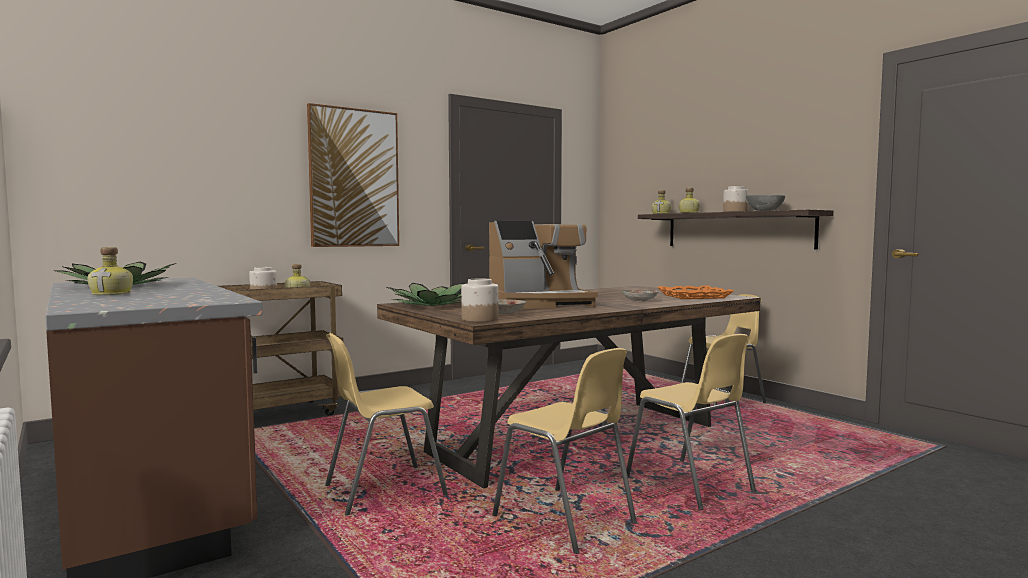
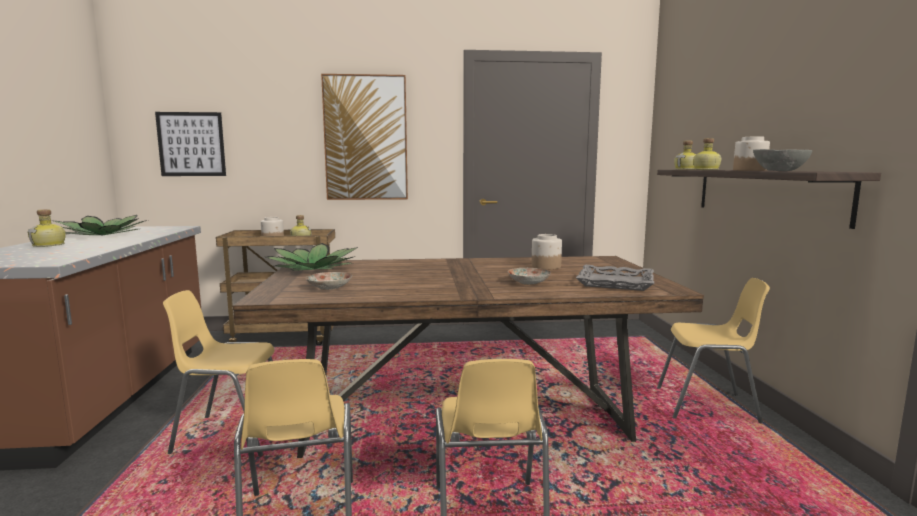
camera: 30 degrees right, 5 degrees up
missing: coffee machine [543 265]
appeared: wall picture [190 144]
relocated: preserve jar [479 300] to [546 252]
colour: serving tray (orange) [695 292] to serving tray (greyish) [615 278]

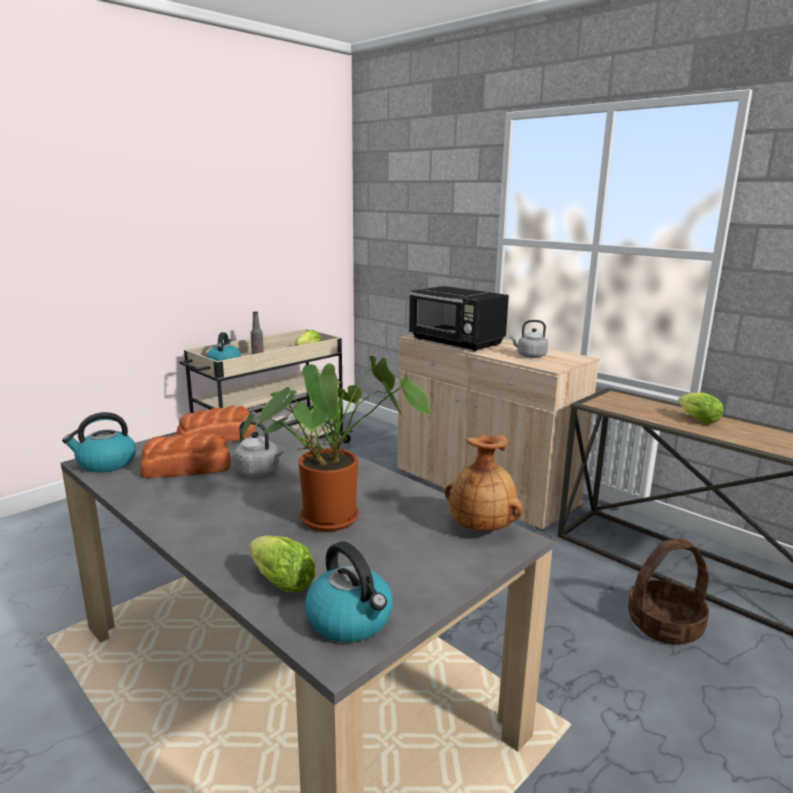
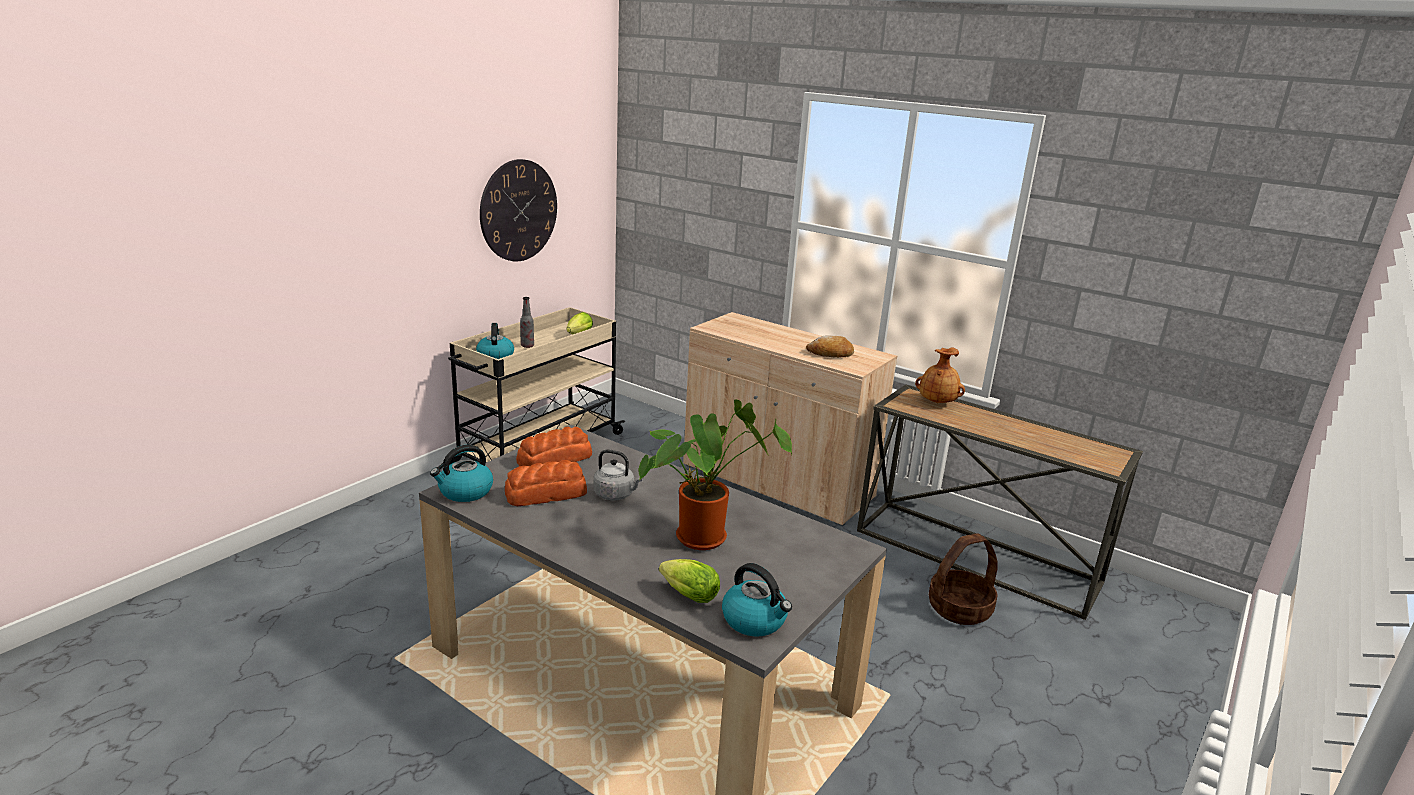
camera: 10 degrees left, 5 degrees up
missing: microwave (blackish) [459 318]; lettuce head [700 408]
appeared: hanging clock [518 210]
relocated: flower vase (brown-coloured) [484 483] to [940 375]
exchanged: water kettle (greyish) [529 339] to bakery bread [830 346]

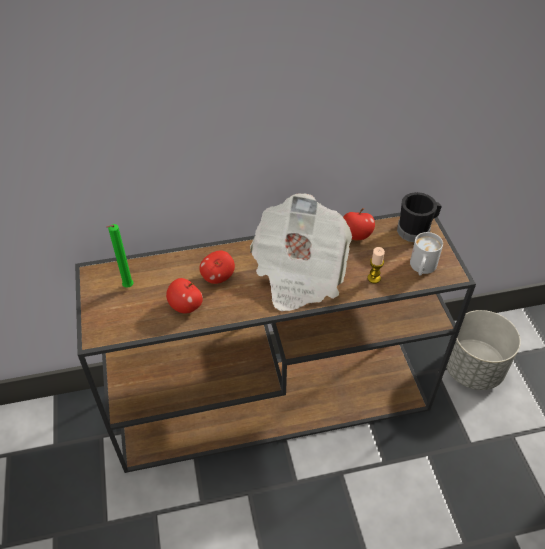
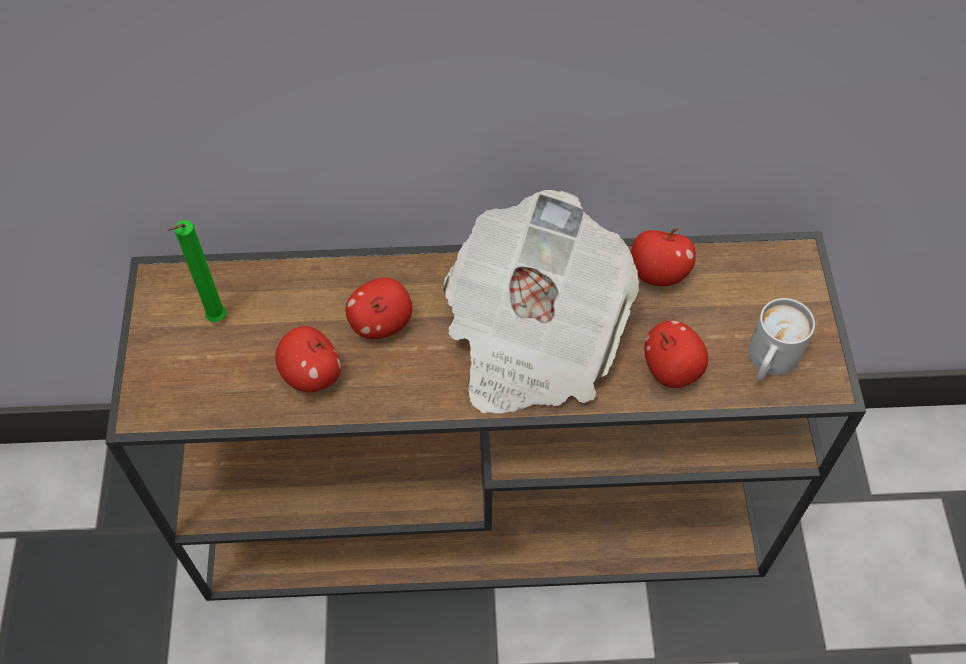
camera: 10 degrees right, 10 degrees up
missing: coffee mug (blackish) [419 217]; planter (greyish) [483 350]
exchanged: wax candle [376 265] to apple fruit [676 354]

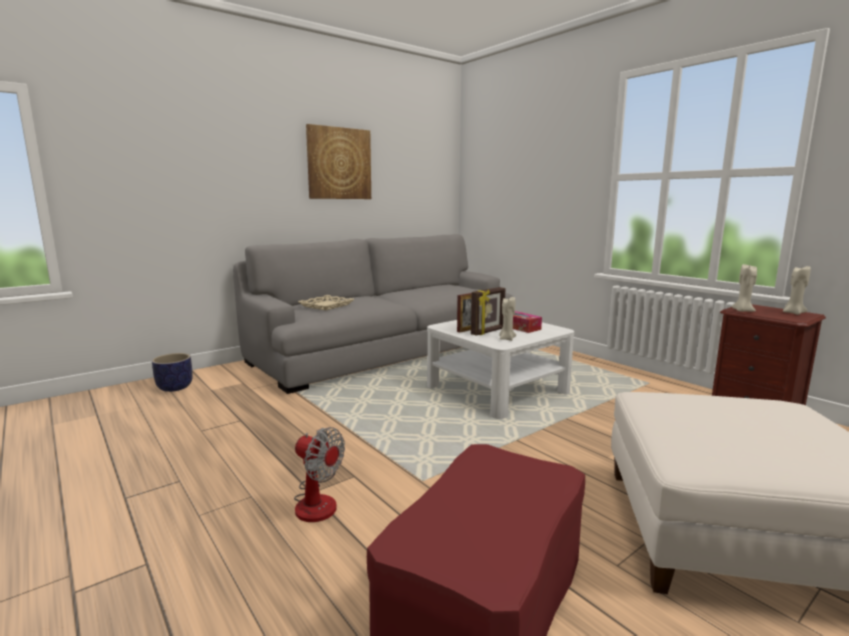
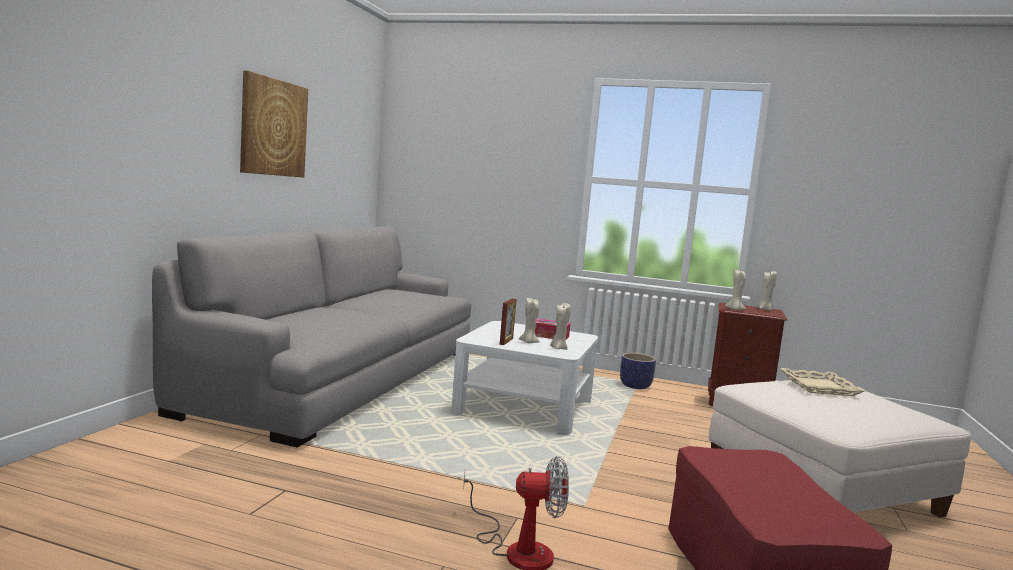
camera: 35 degrees left, 5 degrees down
relocated: serving tray (sand-coloured) [326 302] to [823 382]; planter [172 372] to [638 371]
exchanged: standing frame [488 311] to wax candle (sand-coloured) [529 321]

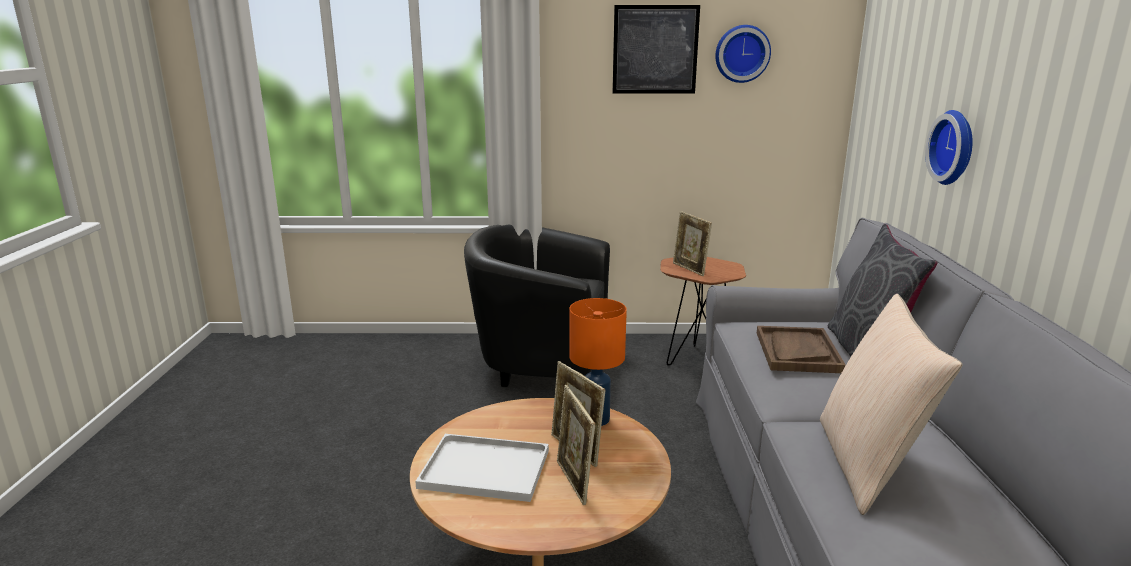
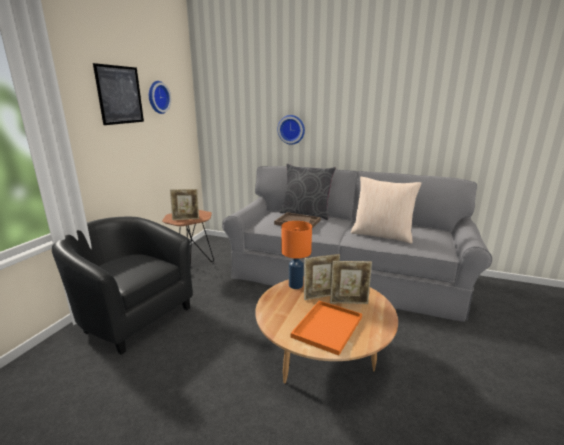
camera: 70 degrees left, 0 degrees up
colour: serving tray (white) [482 468] to serving tray (orange) [326 328]
spun: armchair (blackish) [537 306] = [122 286] 90 degrees clockwise

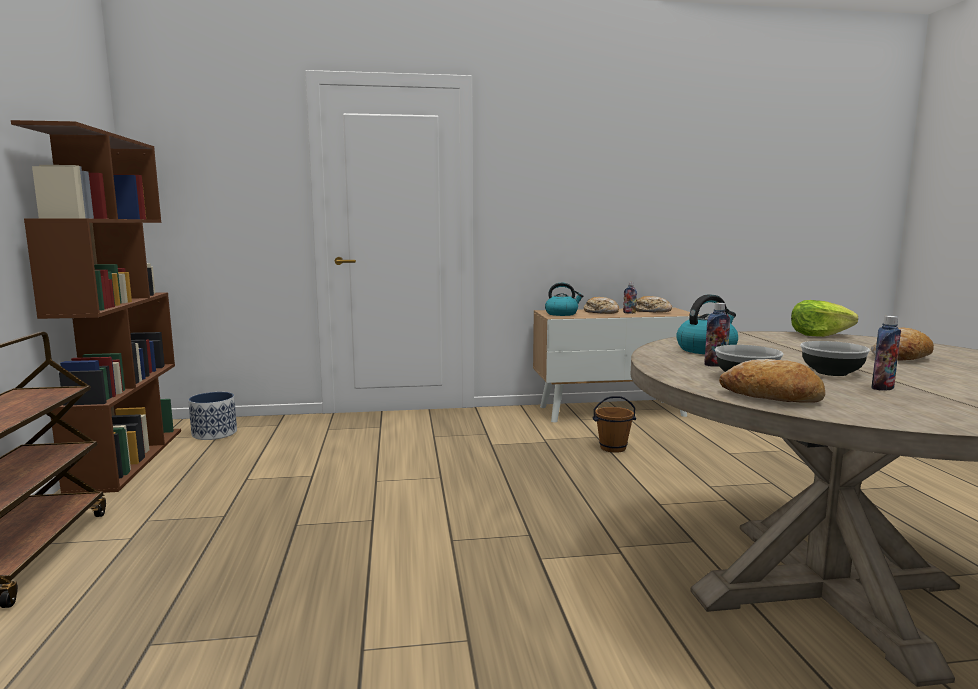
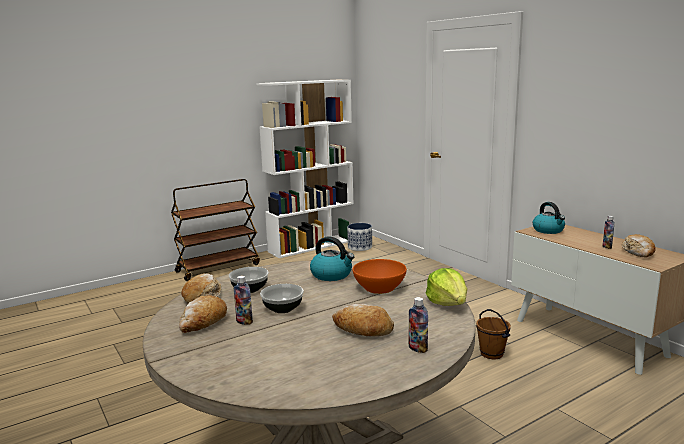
camera: 65 degrees right, 5 degrees up
appeared: bowl (orange) [379 276]
relocated: bakery bread [601 305] to [203 314]; bottle [717 335] to [418 325]
colour: bookcase (brown-coloured) [96 307] to bookcase (white) [305 169]

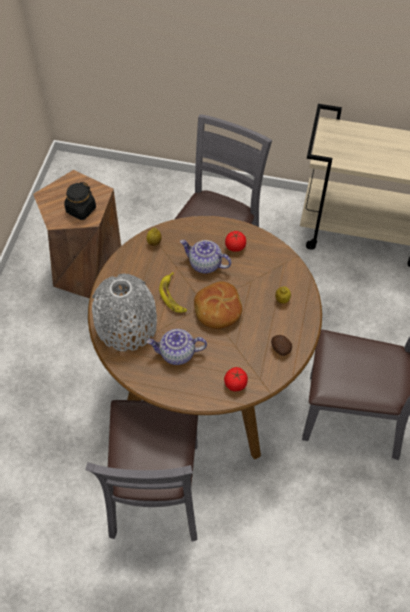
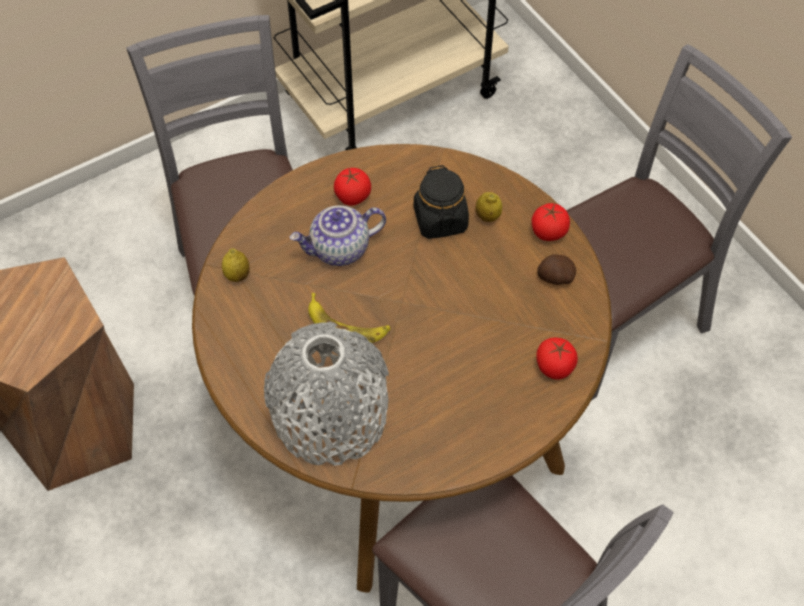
camera: 45 degrees left, 0 degrees up
missing: bakery bread [218 305]; pot for tea [177 347]
appeared: whole tomato [551 222]
relocated: preserve jar (blackish) [80 201] to [441 202]

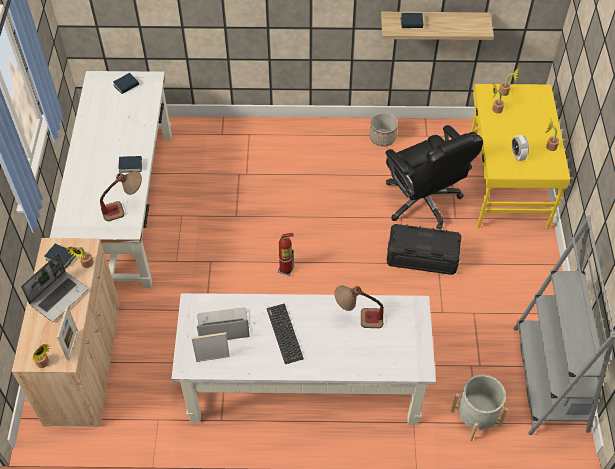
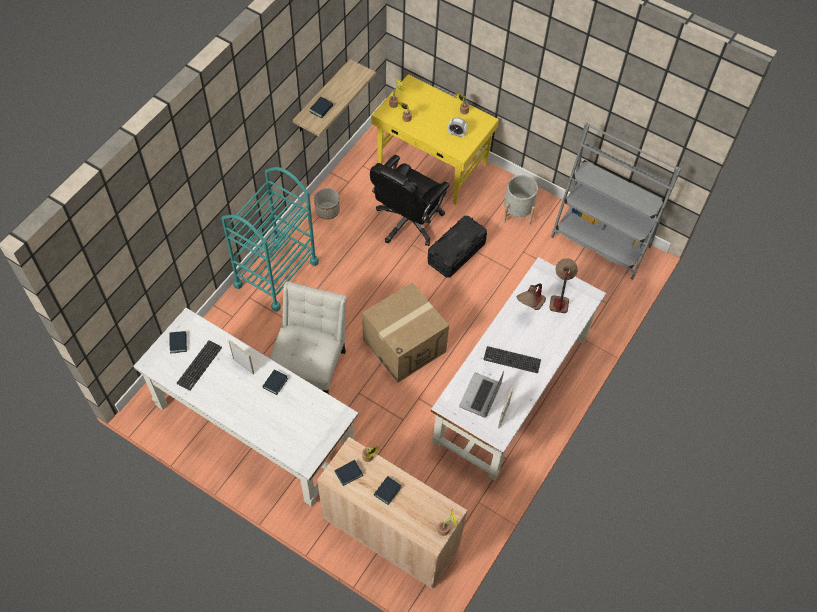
camera: 60 degrees left, 5 degrees up
appeared: trolley (turquoise) [270 239]; plain chair (white) [308 337]; keyboard [199 365]
relocated: table lamp [121 196] to [563 285]; standing frame [67 333] to [241 356]; planter (greyish) [479 408] to [520 200]
exchanged: fire-fighting cylinder [285 254] to carton [405 332]; portable computer [54 288] to volume [388 490]
spun: desk chair (blackish) [434 177] = [409 200] 120 degrees clockwise

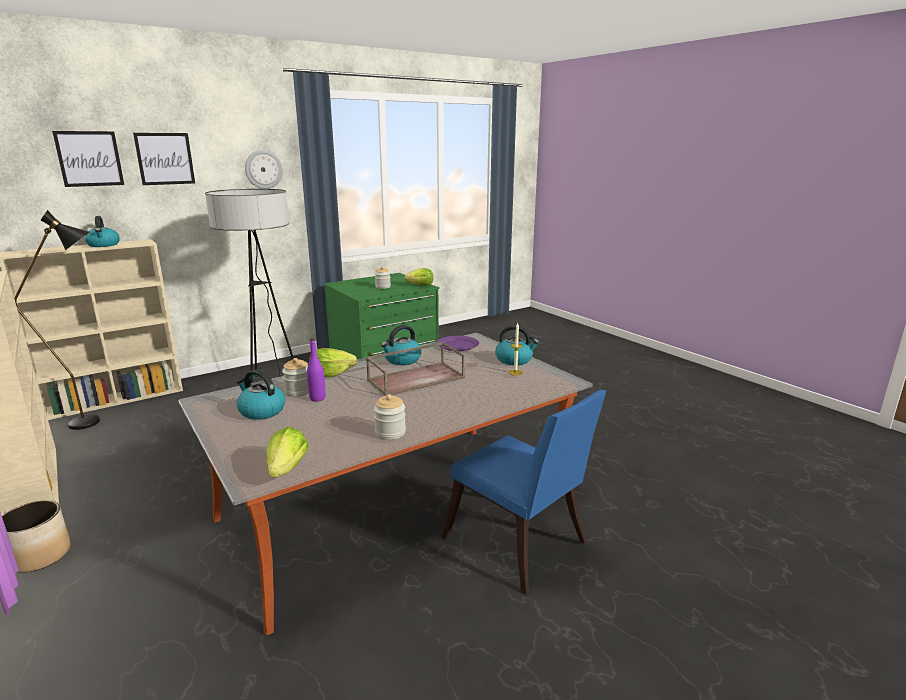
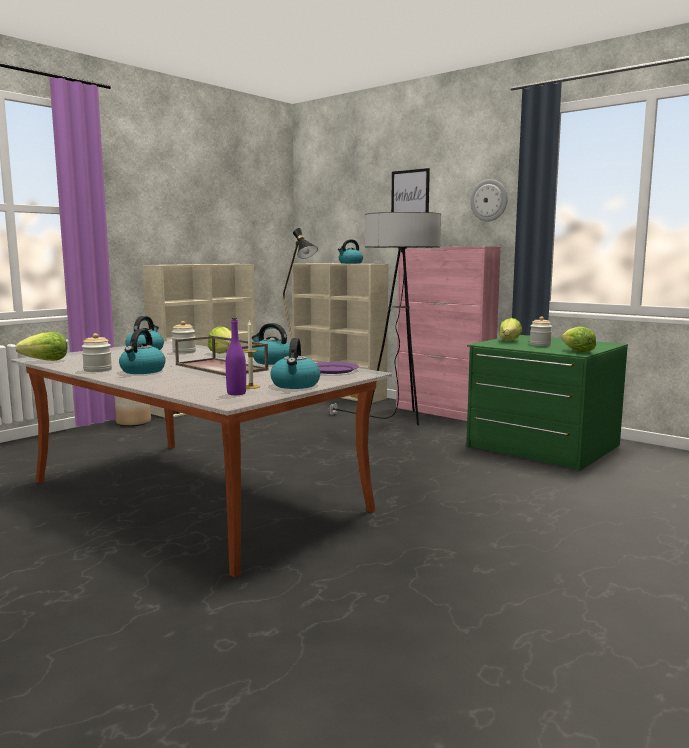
camera: 75 degrees right, 10 degrees down
missing: wall picture [88 159]; plain chair (bluish) [524 492]
appeared: cupboard (pink) [448 333]; lettuce head [510 329]; water kettle [142 351]
relocated: bottle (purple) [316 369] to [236 356]

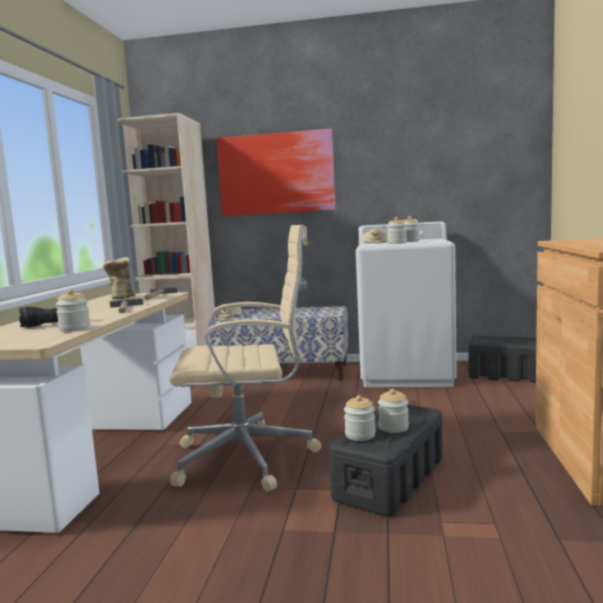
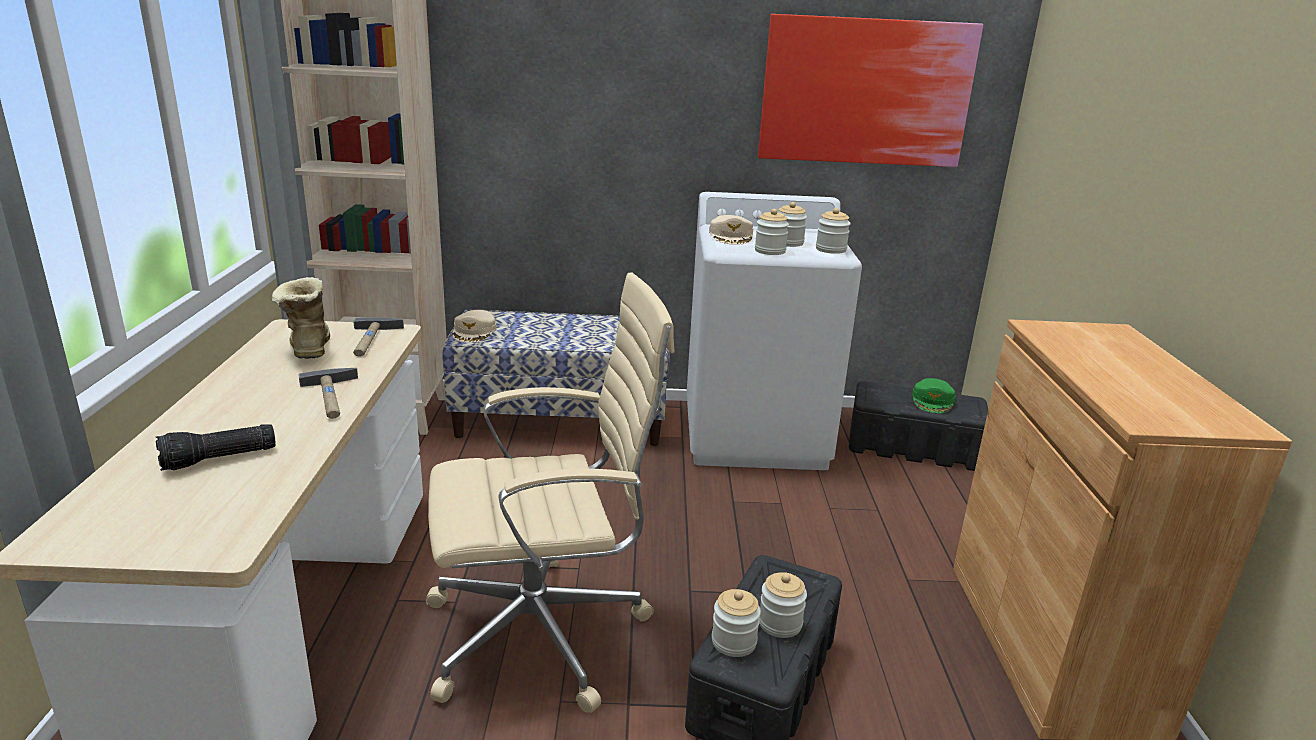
camera: 10 degrees left, 15 degrees up
appeared: peaked cap (greenish) [934 395]
relocated: wall picture [276 172] to [870 90]; preserve jar [73 310] to [833 231]

